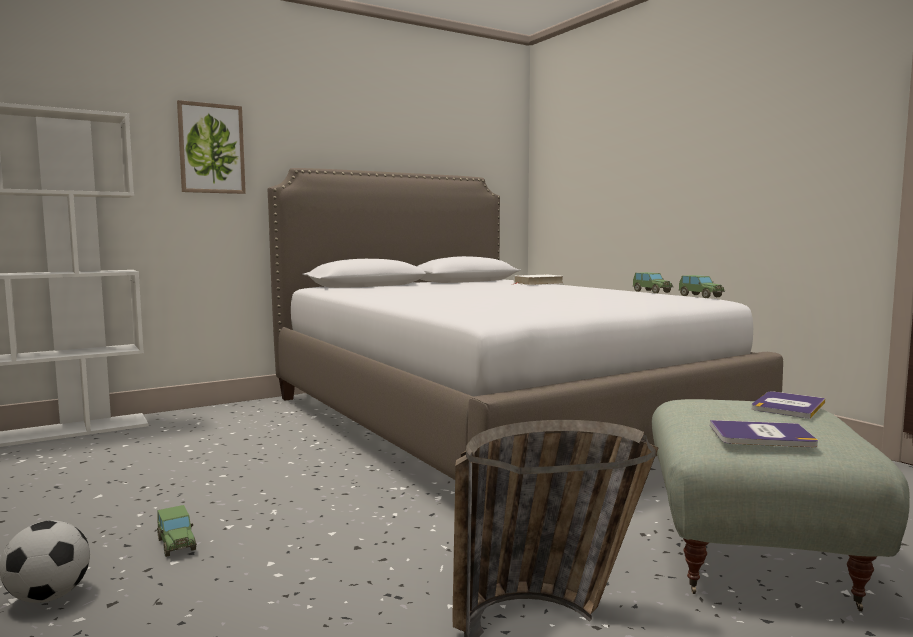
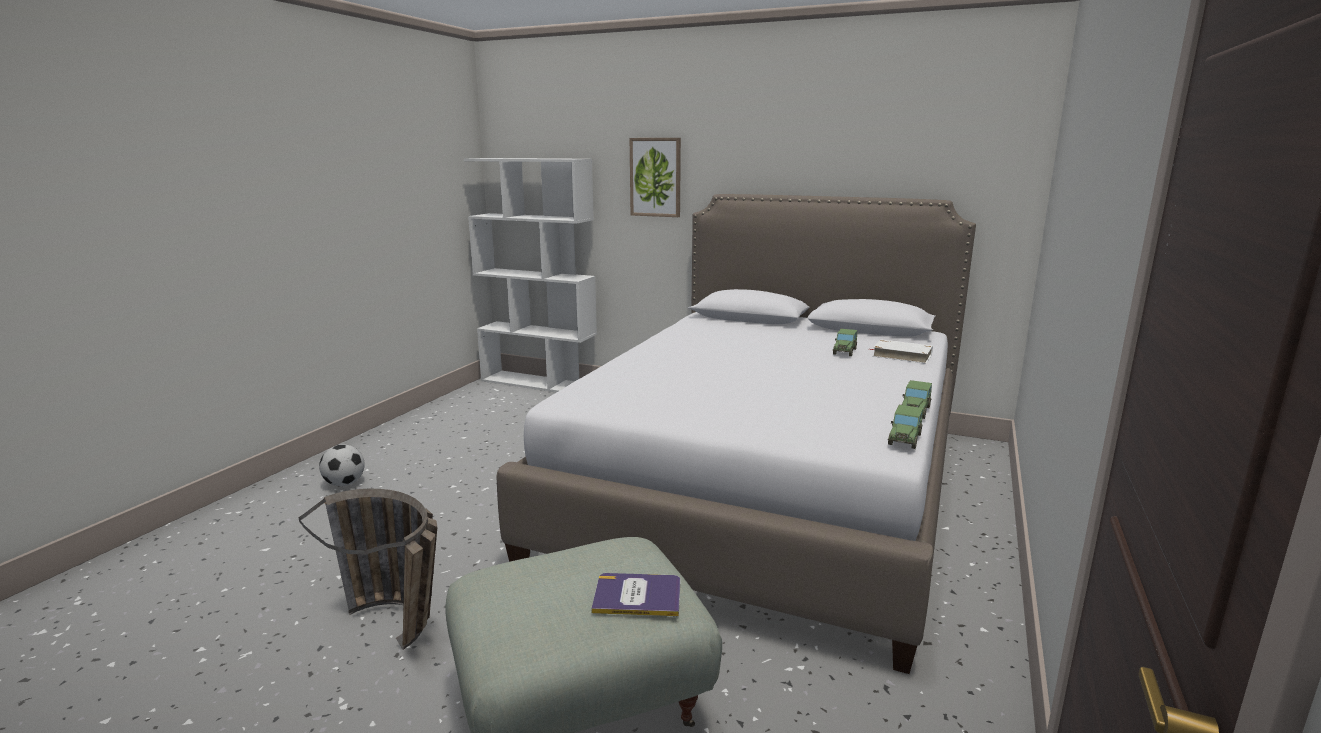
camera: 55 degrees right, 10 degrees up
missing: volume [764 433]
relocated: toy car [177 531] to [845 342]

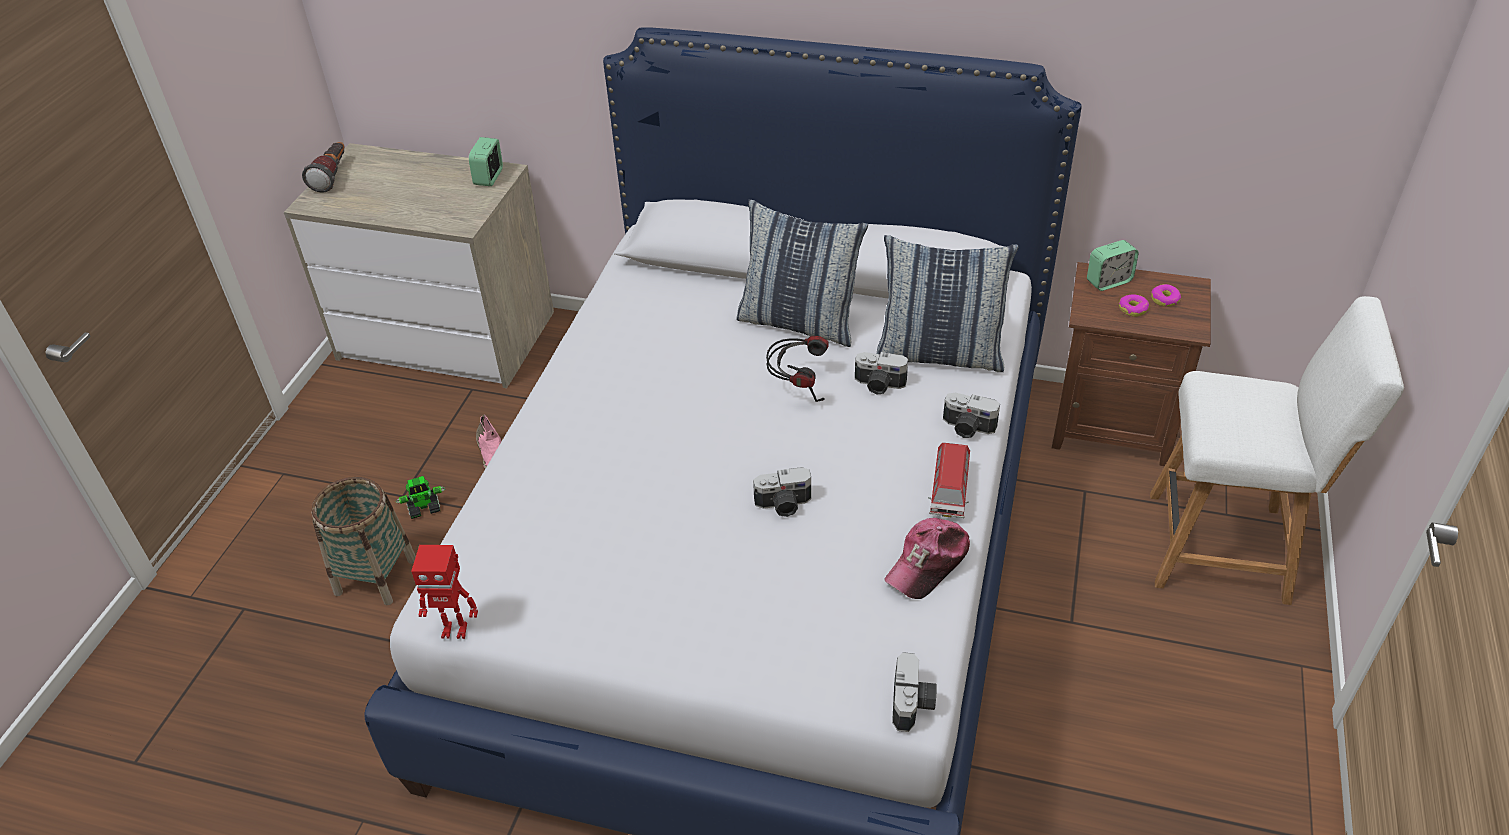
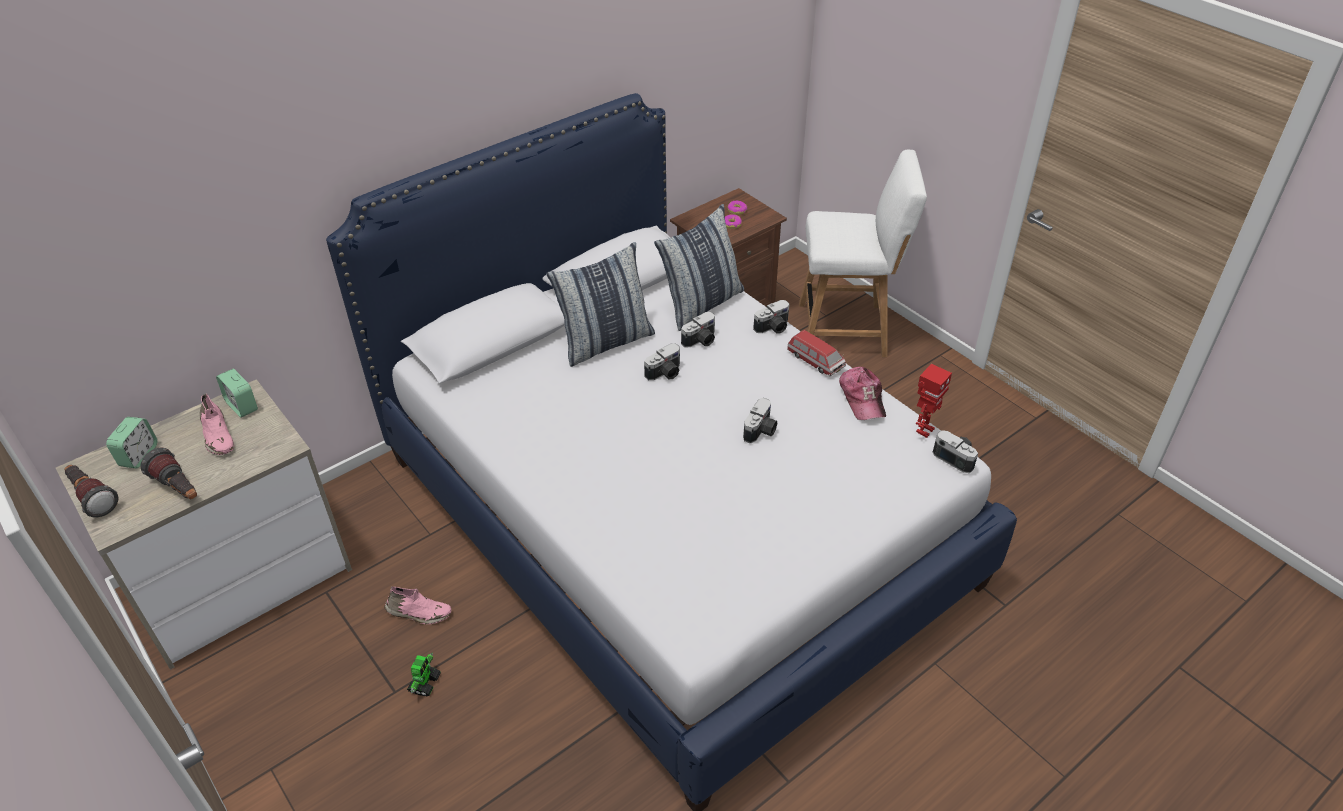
camera: 55 degrees left, 0 degrees up
missing: basket [364 541]
appeared: item of footwear (pink) [217 424]; torch [168 473]
relocated: alarm clock [1113 265] to [131 442]; model robot [444 592] to [934 401]
exchanged: headphones [797 369] to still camera [662 362]
spun: plain chair (white) [1277 450] = [863 253] 45 degrees clockwise

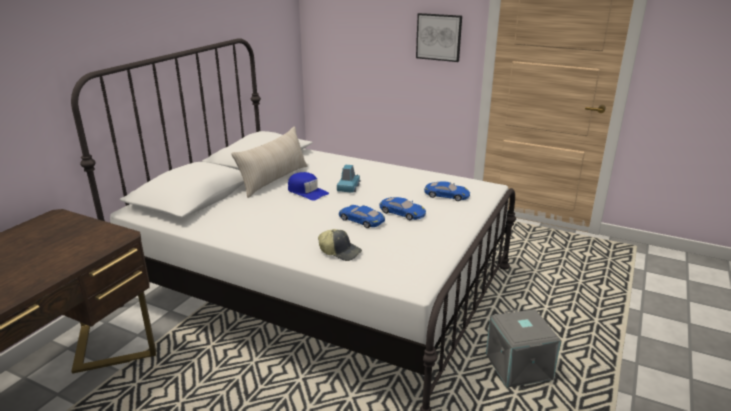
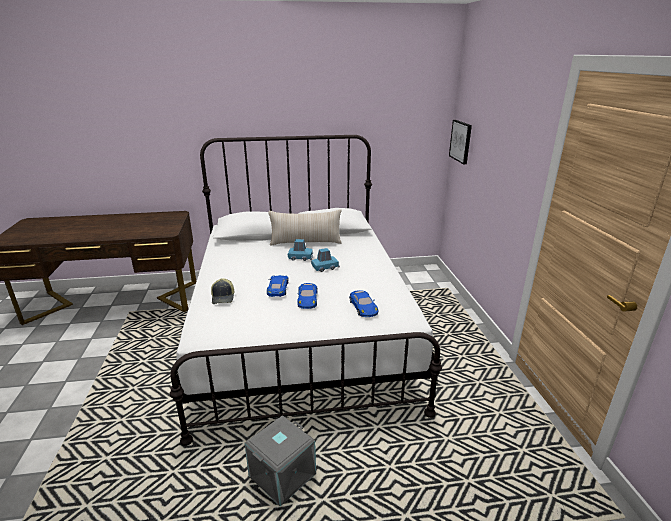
camera: 55 degrees right, 0 degrees up
relocated: wall picture [439 37] to [460 142]
exchanged: peaked cap (bluish) [308 186] to toy car (bluish) [300 250]

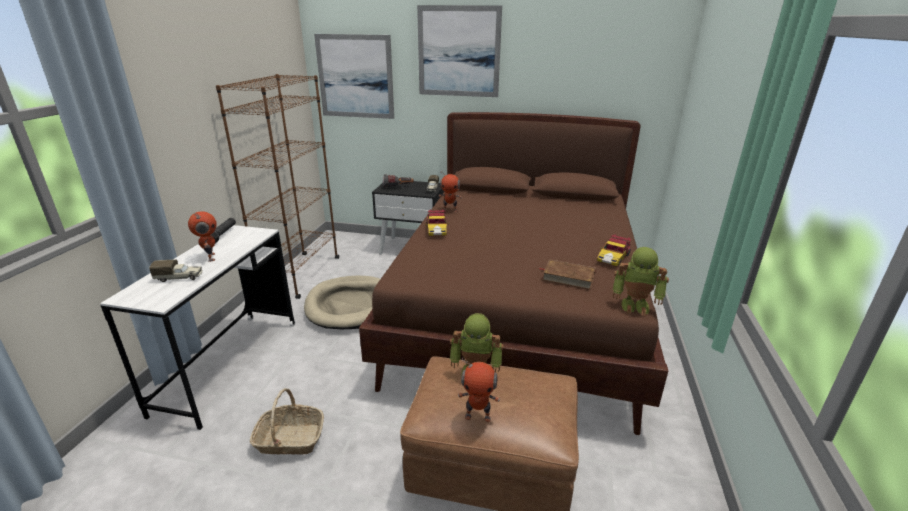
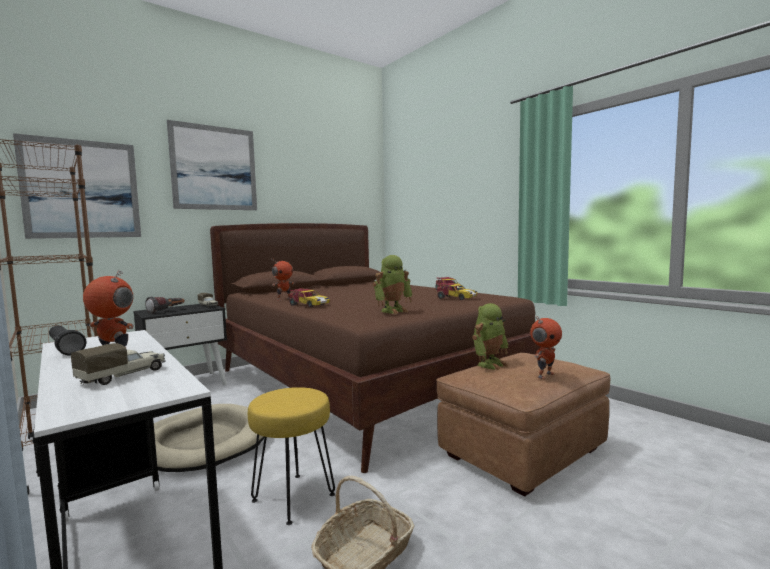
camera: 50 degrees left, 20 degrees down
appeared: sitting stool (yellow) [291 456]
relocated: model robot [641 281] to [393 284]
exchanged: volume (brown-coloured) [568 274] to toy car [457 291]

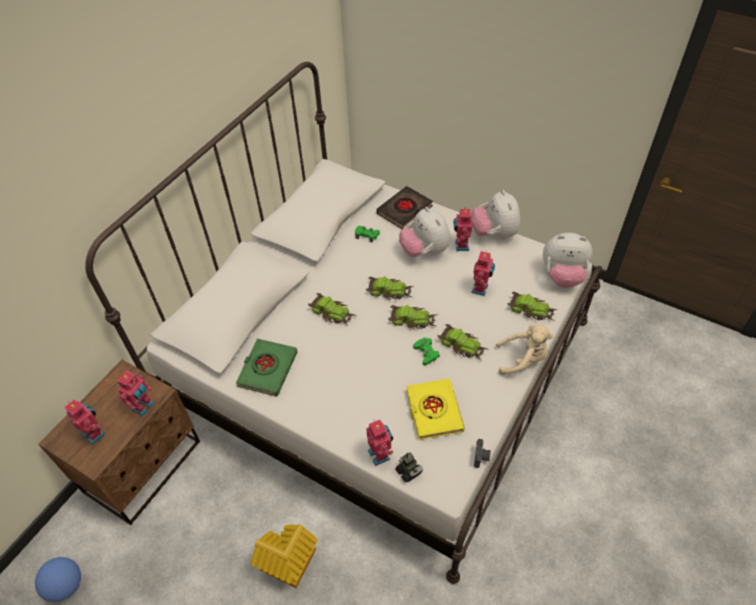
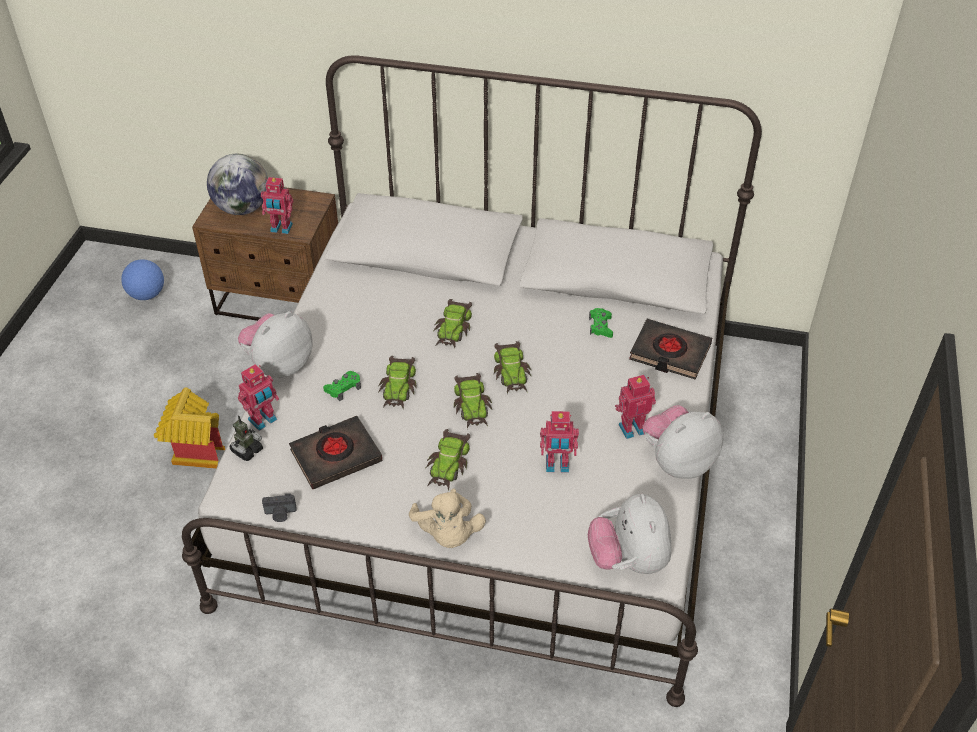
camera: 70 degrees right, 5 degrees down
missing: volume (greenish) [267 368]
relocated: cuddly toy [425 232] to [275 344]; toy car [532 306] to [397 382]; gamepad (greenish) [426 351] to [342 386]
exchanged: model robot [85 422] to globe [237 184]
colour: volume (yellow) [436 409] to volume (blackish) [335 453]

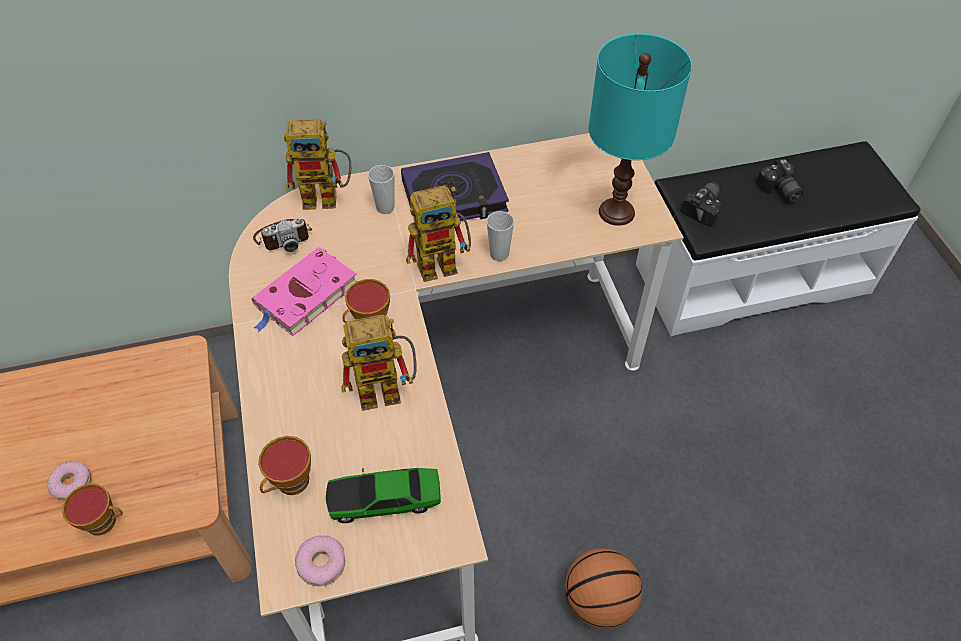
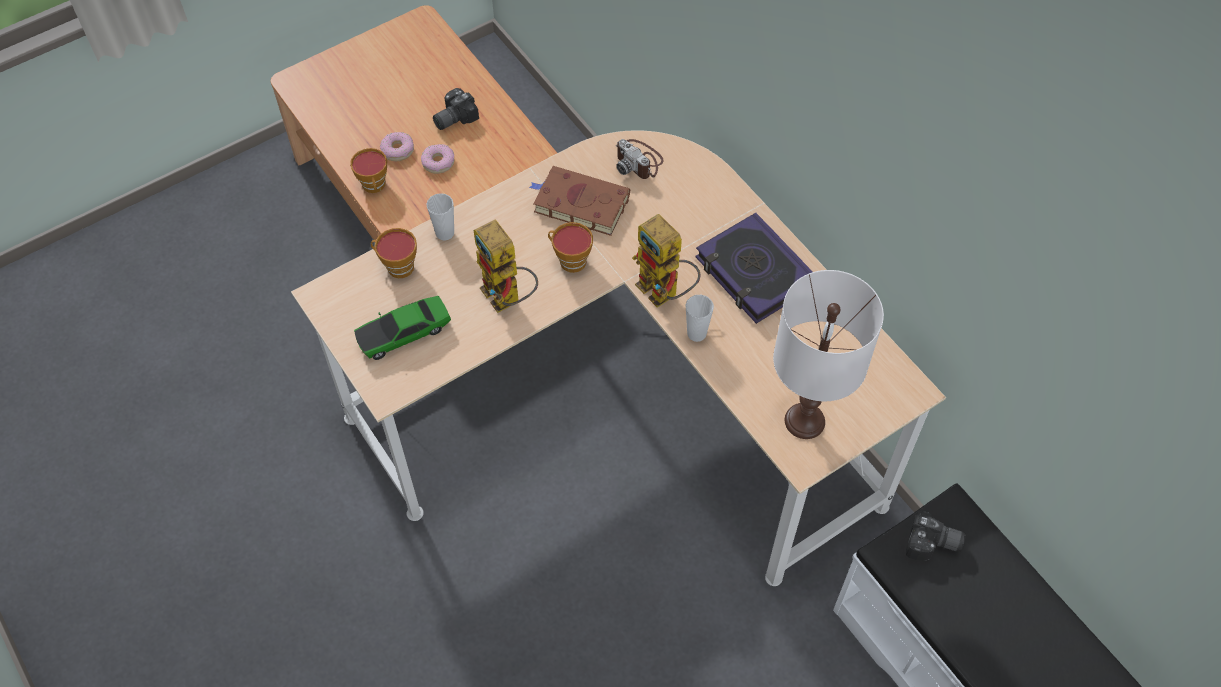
camera: 70 degrees right, 5 degrees up
missing: model robot [318 164]; basketball ball [603 588]
relocated: still camera [779 180] to [456 109]; cup [381 189] to [440 217]; ring doughnut [320 561] to [437 159]
colour: table lamp (turquoise) [640 129] to table lamp (white) [828 354]; volume (pink) [304 291] to volume (brown-coloured) [579 201]
spun: toy car [383 495] = [402 328] 90 degrees counterclockwise

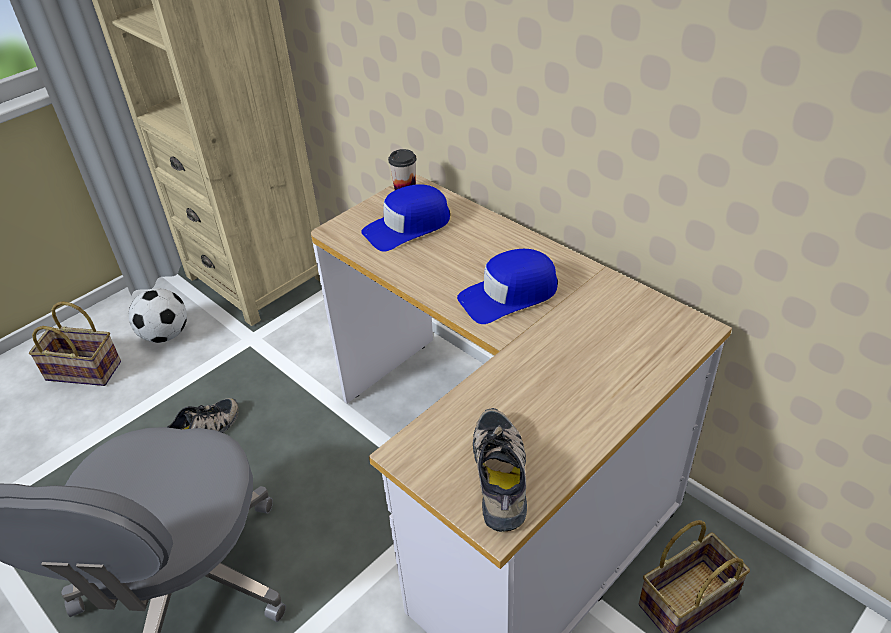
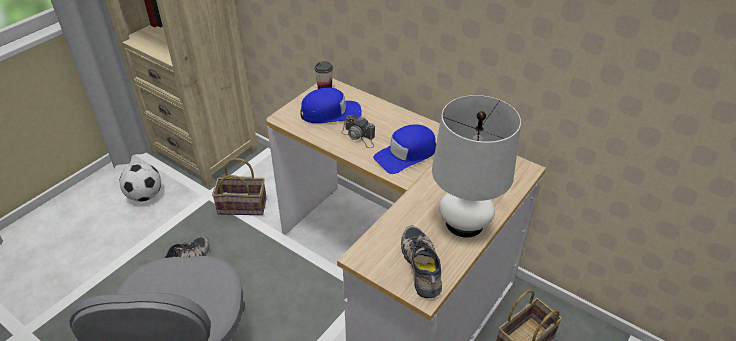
camera: 10 degrees left, 0 degrees up
appeared: table lamp (white) [476 166]; still camera [358 131]
relocated: basket [75 343] to [239 186]
spun: peaked cap (bluish) [405 218] = [331 105] 150 degrees counterclockwise

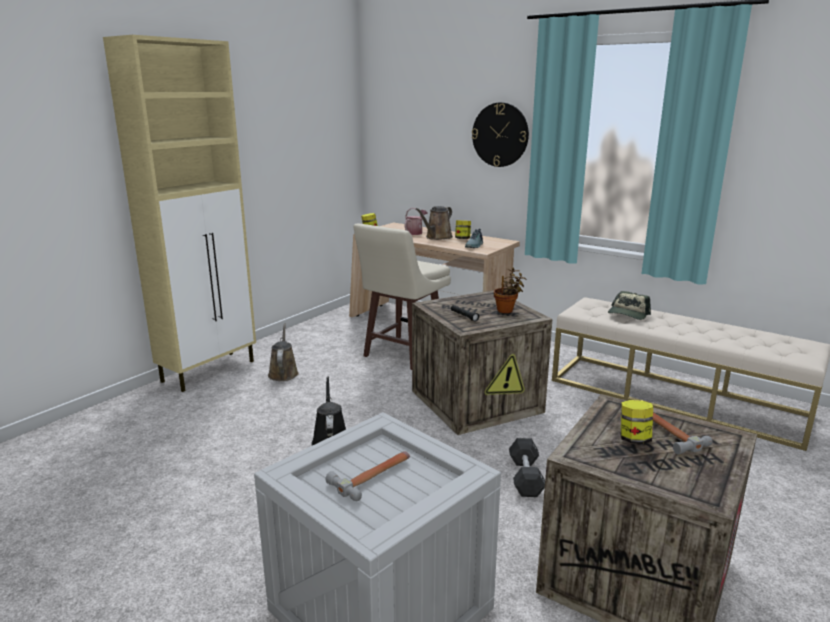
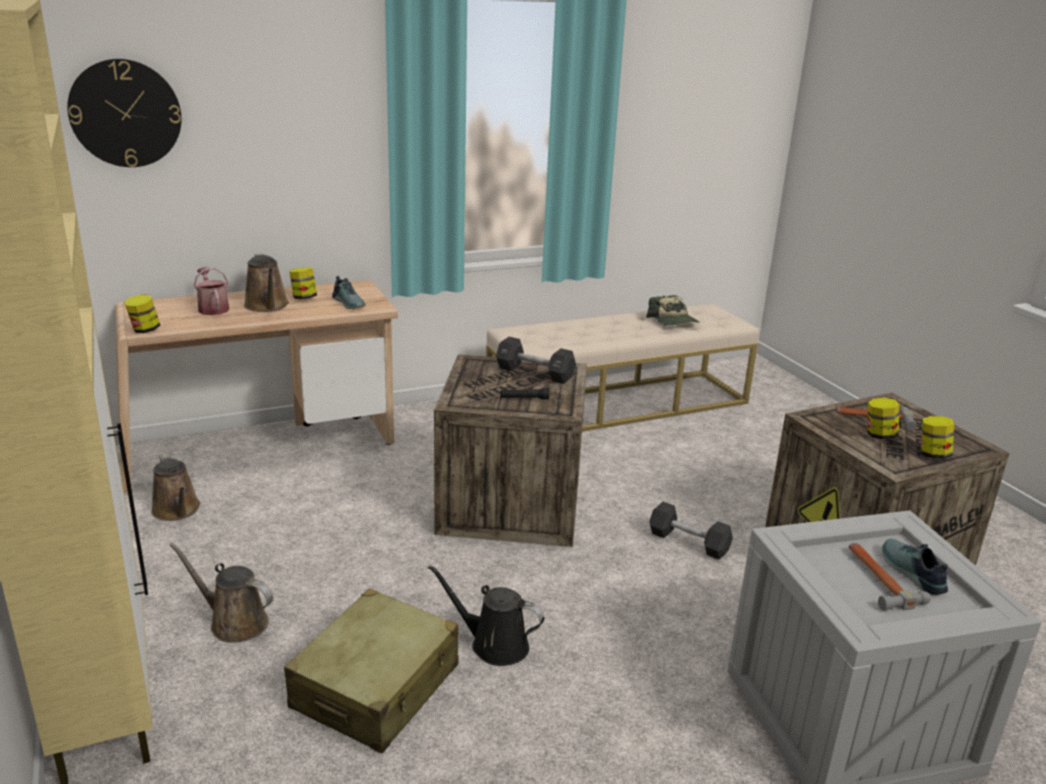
camera: 60 degrees left, 5 degrees up
missing: sitting stool (sand-coloured) [402 297]
appeared: preserve jar [938 437]; watering pot (brown-coloured) [175 487]; item of footwear [915 567]; suitcase (sand-coloured) [371 671]
relocated: hanging clock [500 134] to [124 113]; peaked cap [629 305] to [673 310]
exchanged: houseplant [510 290] to free weight (blackish) [536 360]

